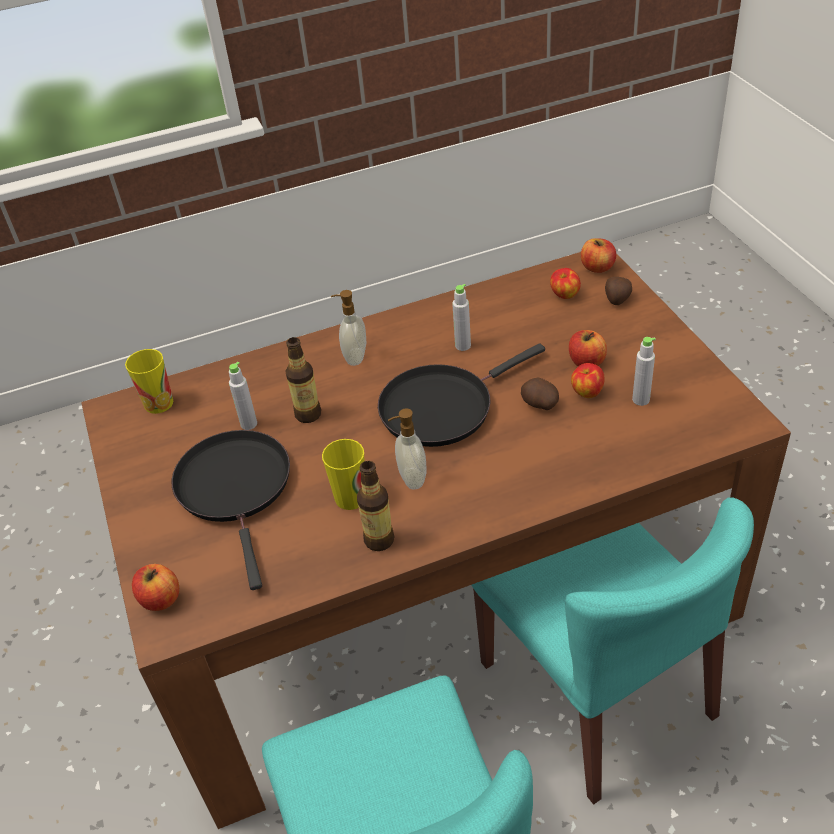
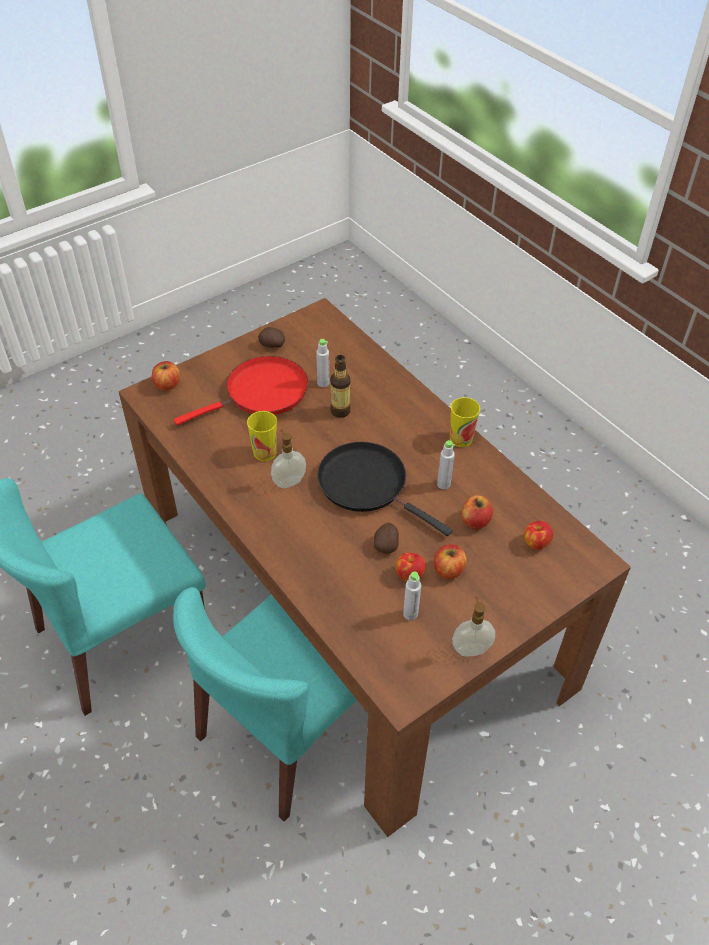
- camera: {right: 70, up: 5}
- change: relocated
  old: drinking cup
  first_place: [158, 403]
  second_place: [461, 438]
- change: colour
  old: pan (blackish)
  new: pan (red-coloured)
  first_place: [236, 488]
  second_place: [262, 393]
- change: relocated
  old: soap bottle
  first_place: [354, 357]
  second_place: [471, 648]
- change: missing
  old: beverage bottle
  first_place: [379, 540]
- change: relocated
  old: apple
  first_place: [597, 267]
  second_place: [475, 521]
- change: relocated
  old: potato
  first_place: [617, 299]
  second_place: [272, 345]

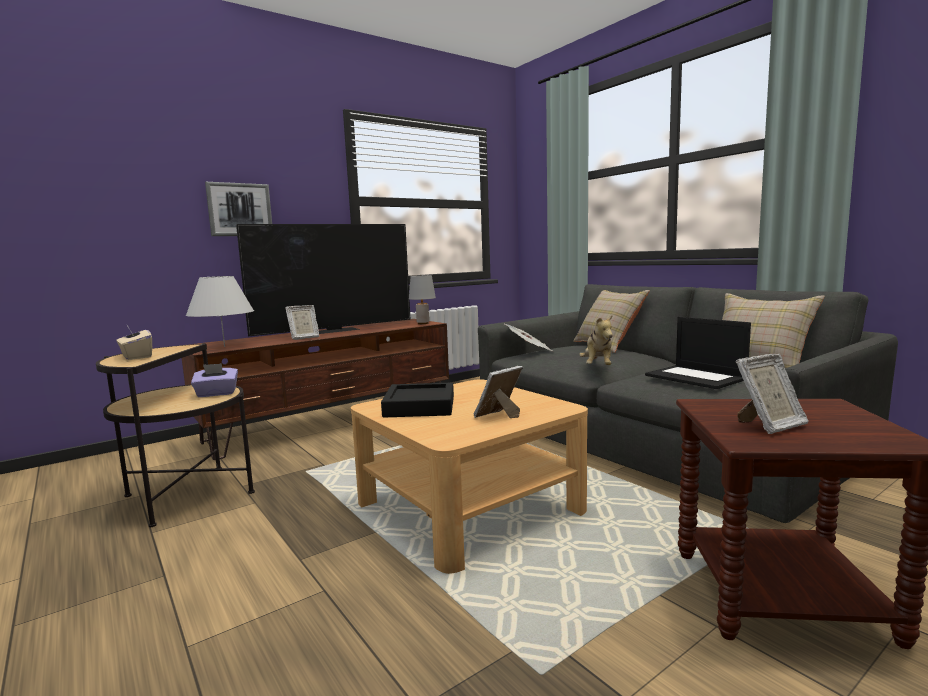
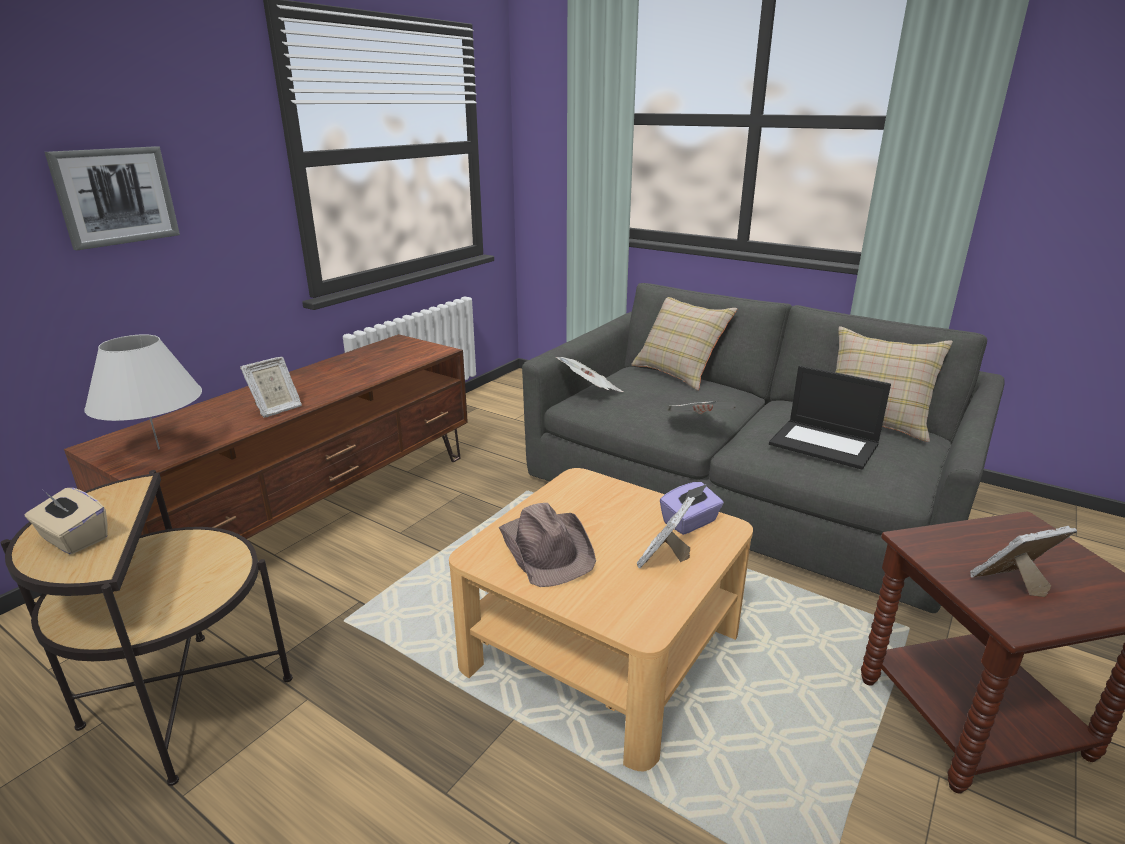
- camera: {right: -20, up: 15}
- change: relocated
  old: tissue holder (purple)
  first_place: [216, 394]
  second_place: [690, 522]
- change: missing
  old: TV set
  first_place: [335, 330]
- change: exchanged
  old: serving tray (blackish)
  new: wearable hat (brown)
  first_place: [419, 407]
  second_place: [547, 549]
- change: missing
  old: table lamp (grey)
  first_place: [423, 323]
- change: exchanged
  old: cuddly toy
  new: newspaper
  first_place: [597, 367]
  second_place: [698, 425]
- change: spun
  old: photo frame
  first_place: [769, 426]
  second_place: [1010, 584]
  degrees: -150

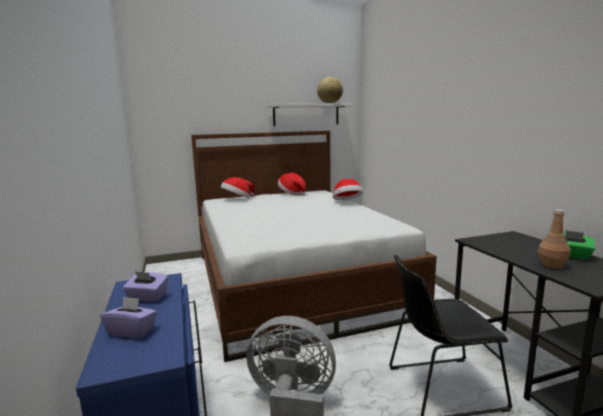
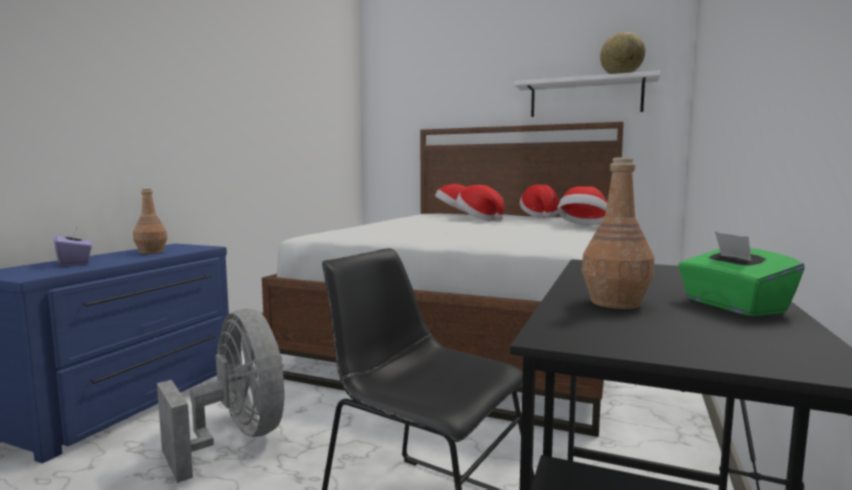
- camera: {right: 40, up: -5}
- change: exchanged
  old: tissue holder (purple)
  new: beverage bottle (brown)
  first_place: [147, 297]
  second_place: [151, 252]
- change: appeared
  new: wearable hat
  second_place: [479, 219]

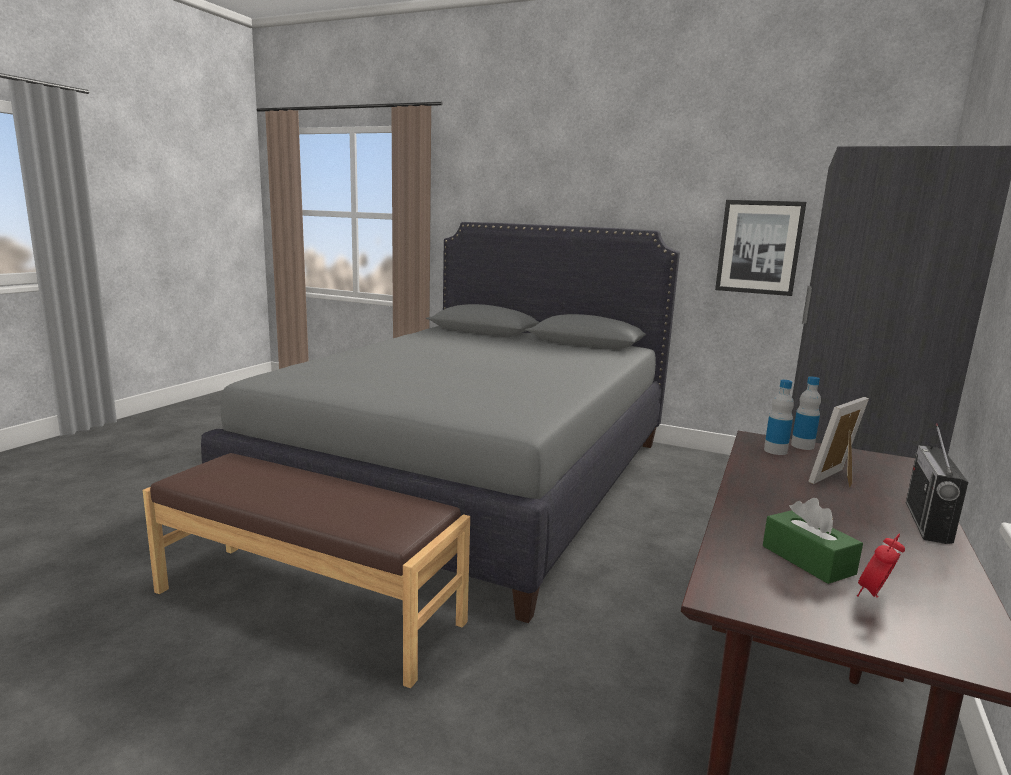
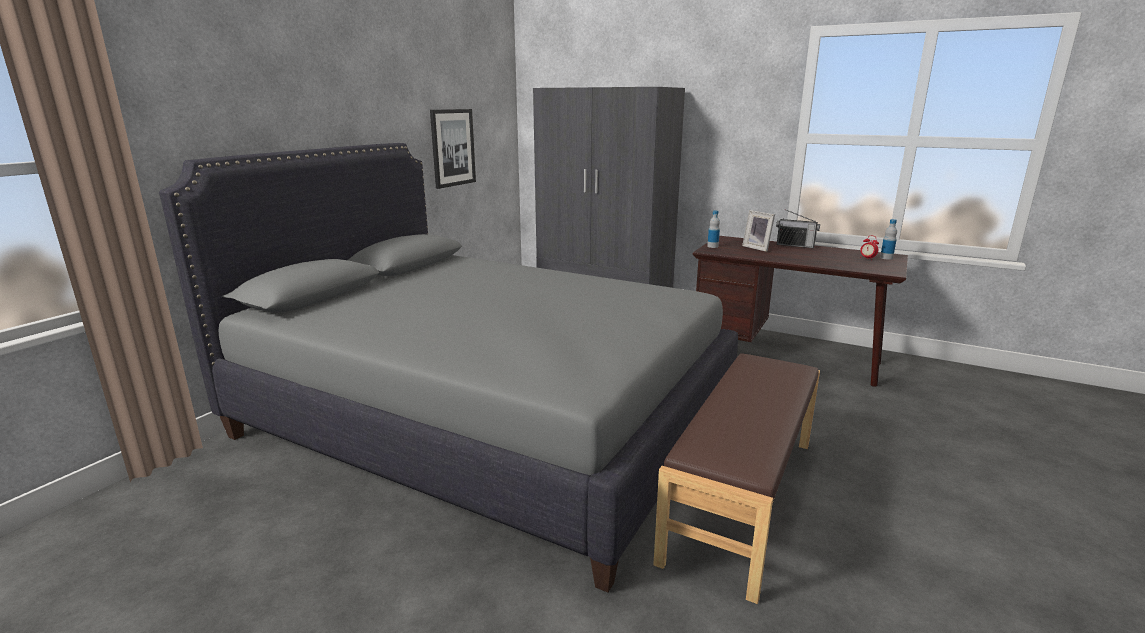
- camera: {right: -85, up: 5}
- change: missing
  old: tissue holder (green)
  first_place: [807, 560]
- change: relocated
  old: beverage bottle
  first_place: [775, 451]
  second_place: [886, 258]

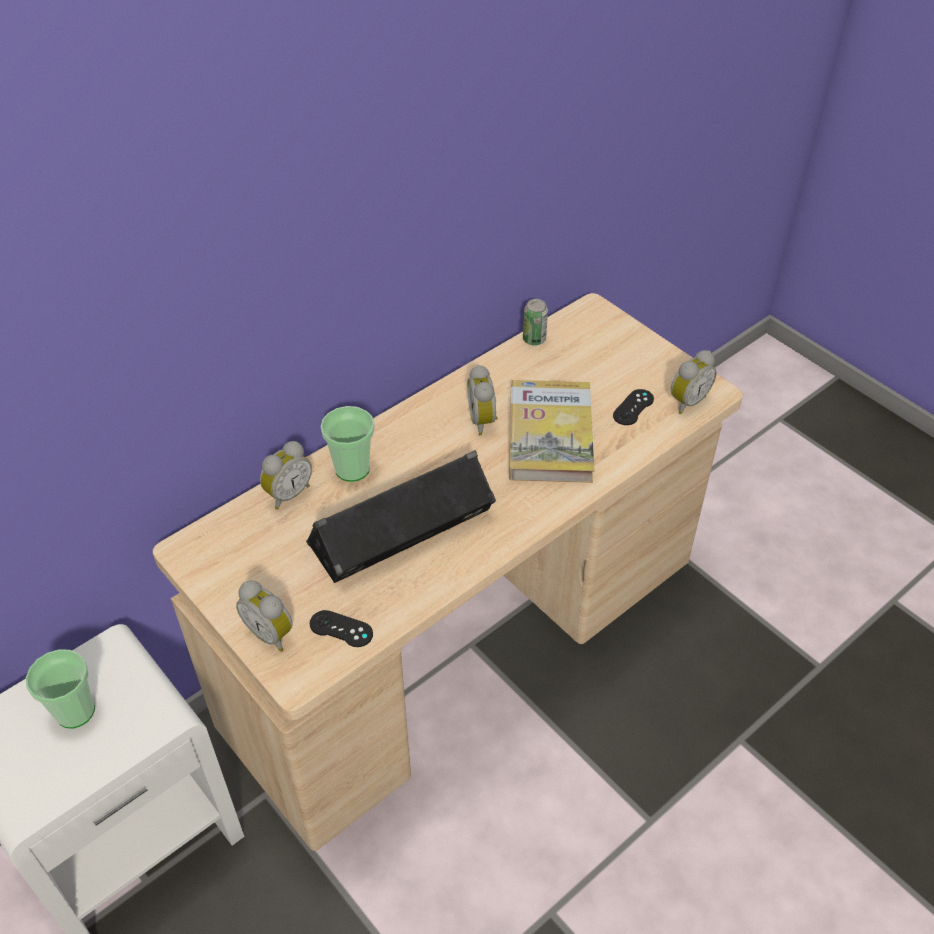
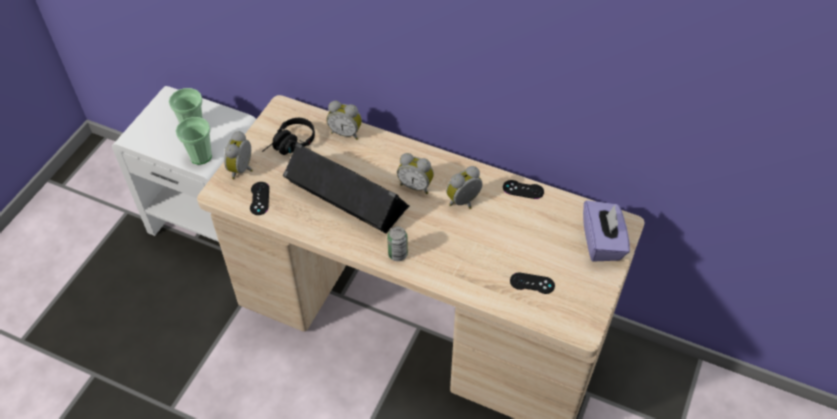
- camera: {right: 65, up: 5}
- change: relocated
  old: drinking cup
  first_place: [352, 469]
  second_place: [200, 156]
- change: missing
  old: book
  first_place: [550, 435]
- change: relocated
  old: metal can
  first_place: [534, 339]
  second_place: [397, 254]
- change: relocated
  old: bedside clock
  first_place: [686, 401]
  second_place: [416, 185]
- change: appeared
  new: headset (blackish)
  second_place: [290, 145]
- change: appeared
  new: joypad (blackish)
  second_place: [523, 189]
- change: appeared
  new: tissue holder (purple)
  second_place: [602, 242]

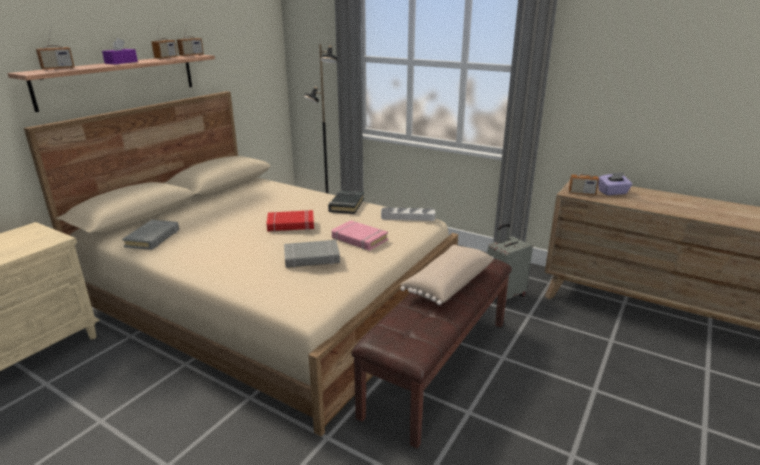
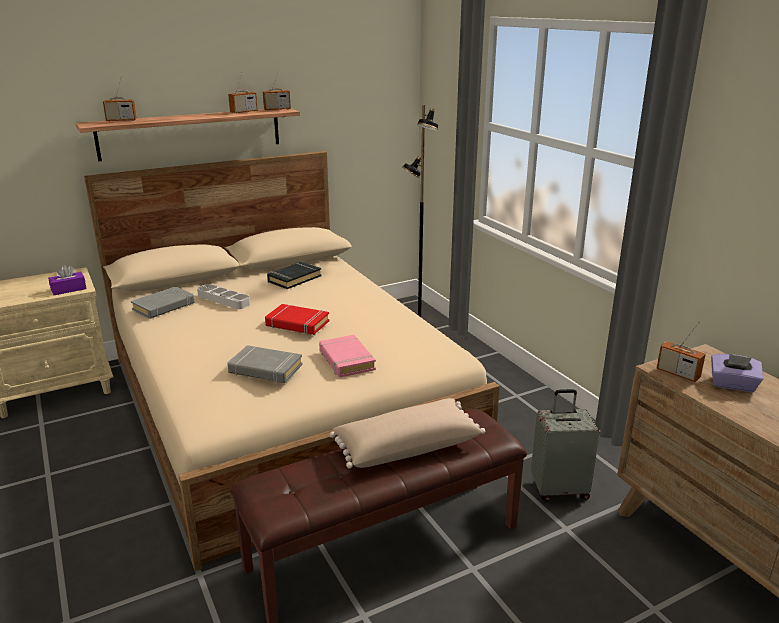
- camera: {right: 30, up: 0}
- change: relocated
  old: tissue holder (purple)
  first_place: [121, 62]
  second_place: [68, 289]
- change: relocated
  old: book (blackish)
  first_place: [346, 205]
  second_place: [294, 279]
- change: relocated
  old: serving tray (grey)
  first_place: [408, 217]
  second_place: [223, 300]

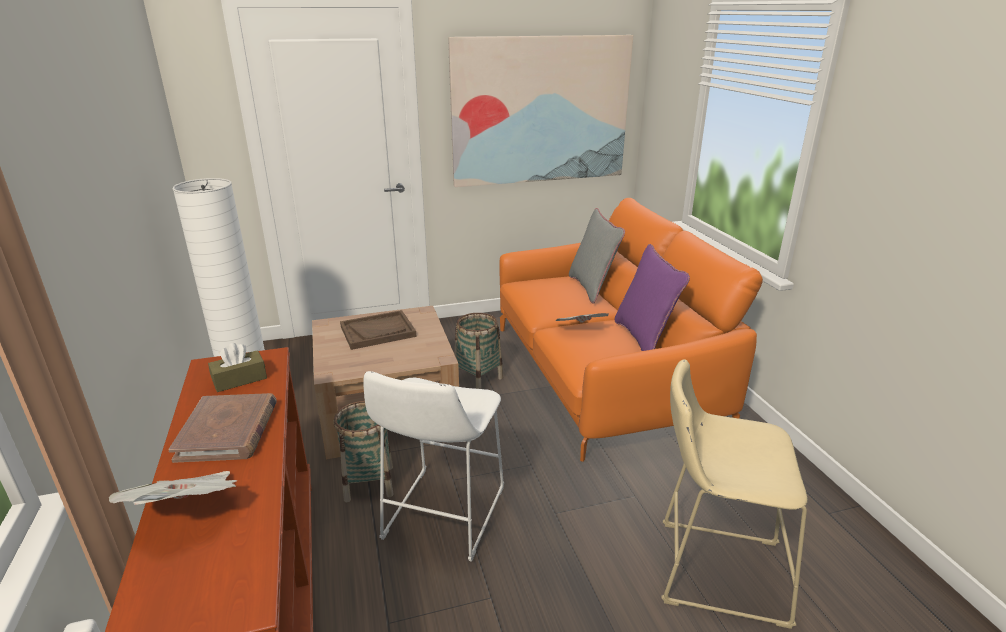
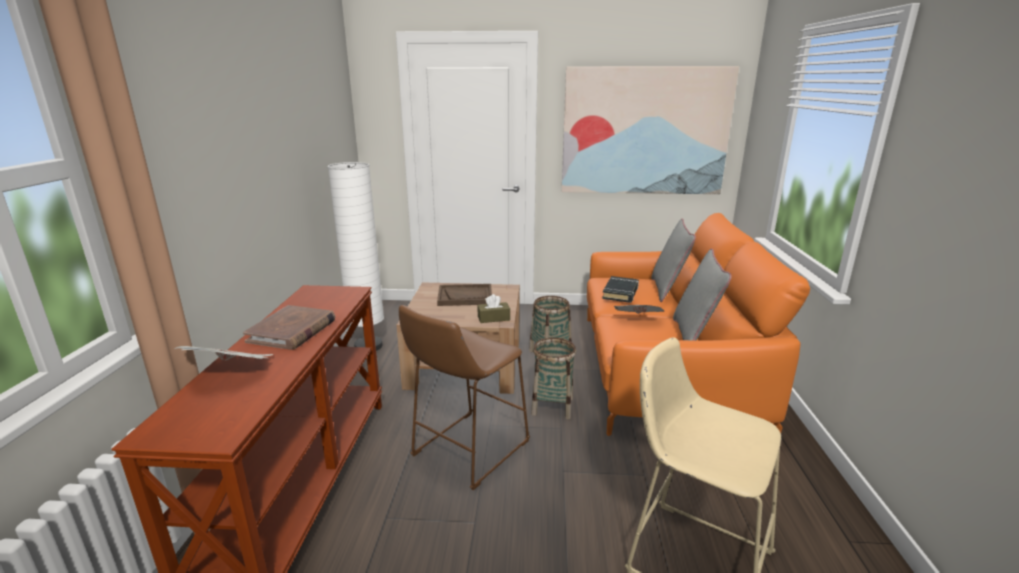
- camera: {right: 20, up: -5}
- change: relocated
  old: tissue holder (brown)
  first_place: [239, 379]
  second_place: [493, 318]
- change: relocated
  old: storage basket
  first_place: [369, 483]
  second_place: [552, 406]
- change: colour
  old: stool (white-coloured)
  new: stool (brown)
  first_place: [441, 517]
  second_place: [466, 451]
- change: colour
  old: cushion (purple)
  new: cushion (grey)
  first_place: [644, 338]
  second_place: [693, 336]
- change: appeared
  new: book (blackish)
  second_place: [620, 293]

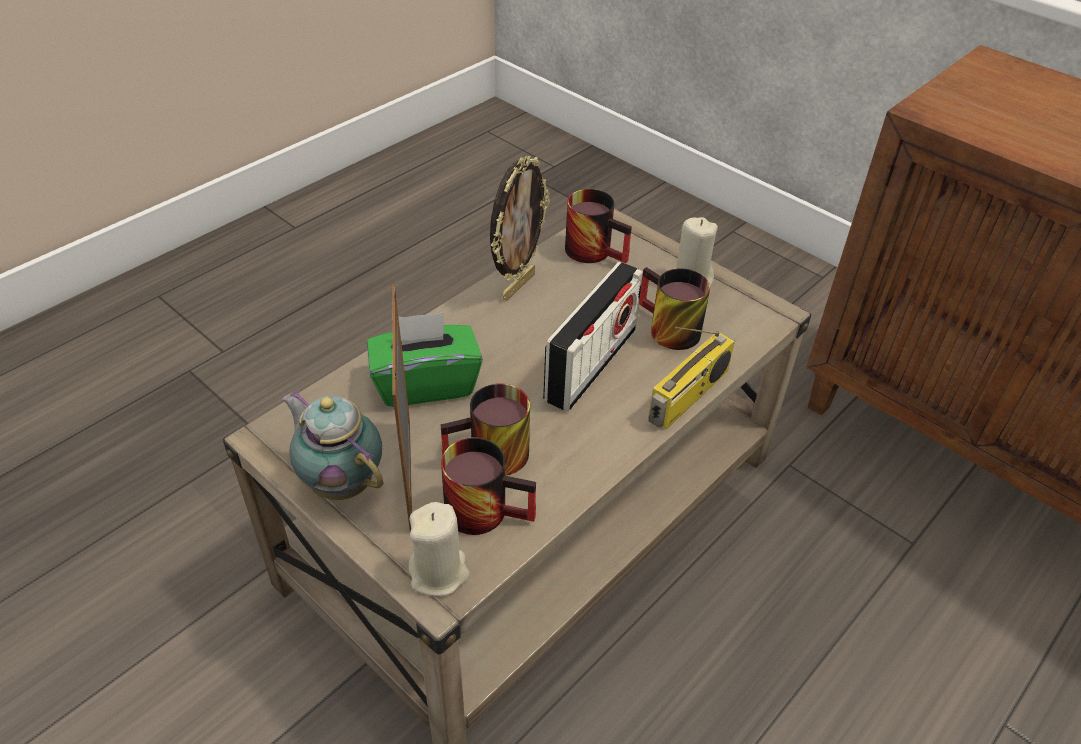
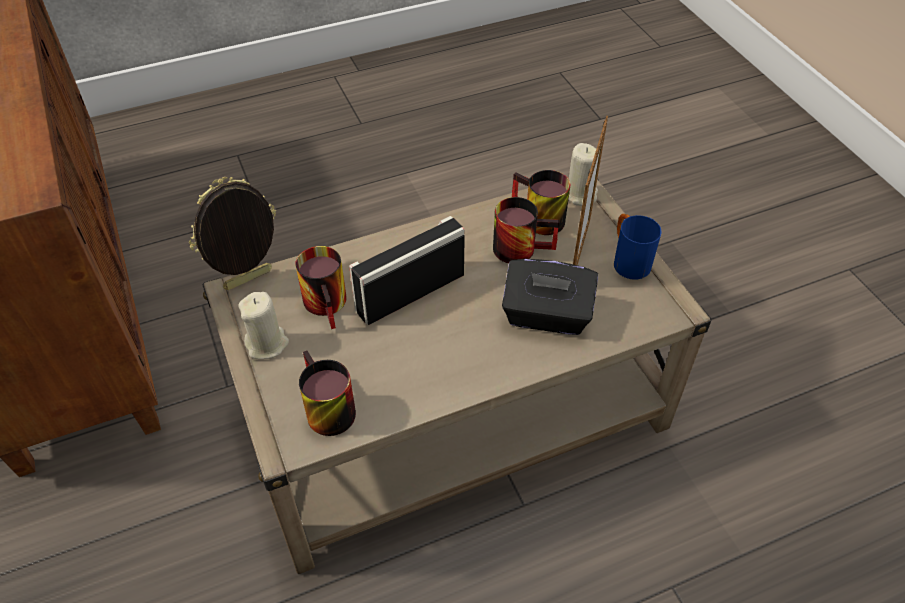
- camera: {right: -155, up: 5}
- change: exchanged
  old: pot for tea
  new: mug (blue)
  first_place: [341, 481]
  second_place: [627, 261]
- change: colour
  old: tissue holder (green)
  new: tissue holder (blackish)
  first_place: [426, 383]
  second_place: [546, 316]
- change: relocated
  old: photo frame
  first_place: [517, 285]
  second_place: [249, 281]
- change: missing
  old: radio set
  first_place: [688, 397]

